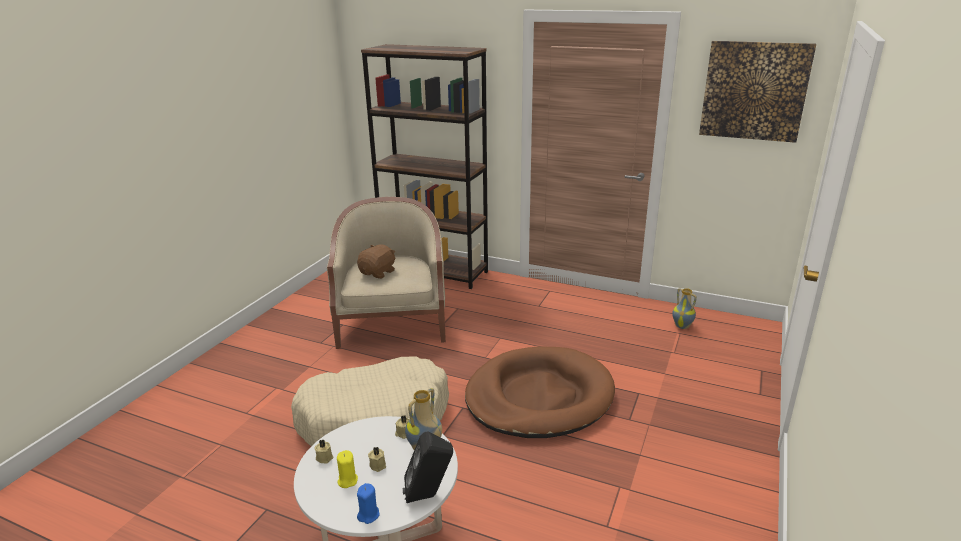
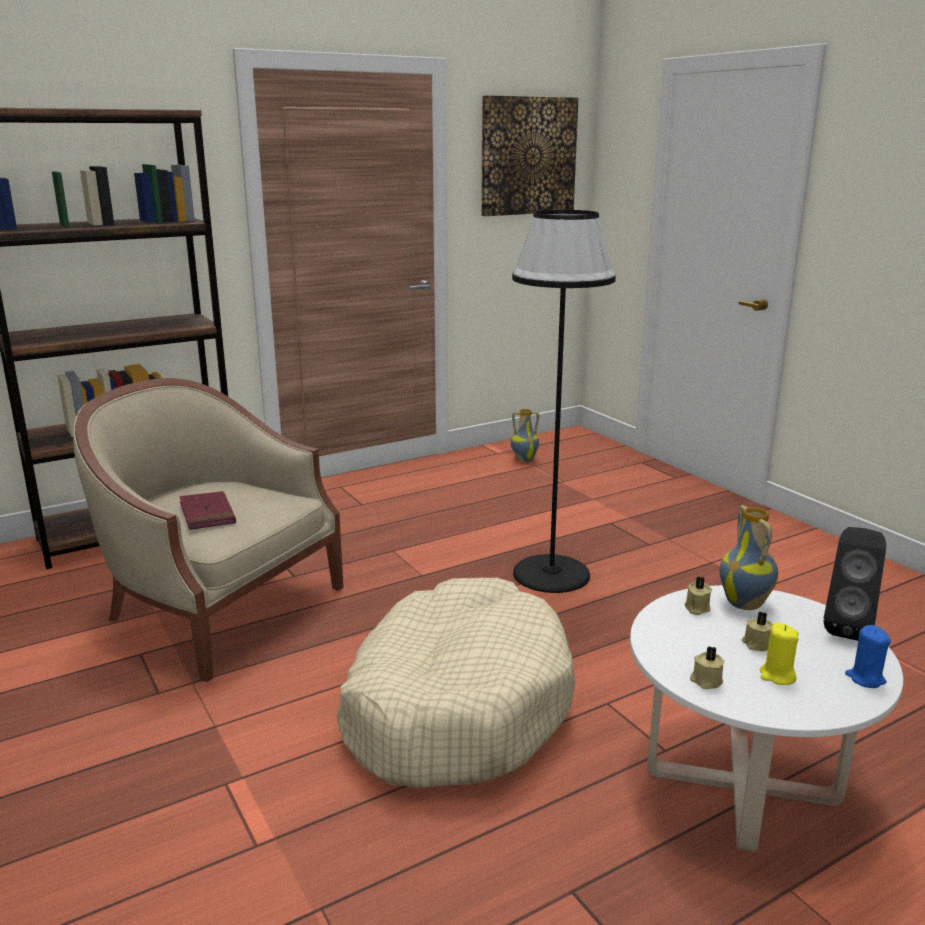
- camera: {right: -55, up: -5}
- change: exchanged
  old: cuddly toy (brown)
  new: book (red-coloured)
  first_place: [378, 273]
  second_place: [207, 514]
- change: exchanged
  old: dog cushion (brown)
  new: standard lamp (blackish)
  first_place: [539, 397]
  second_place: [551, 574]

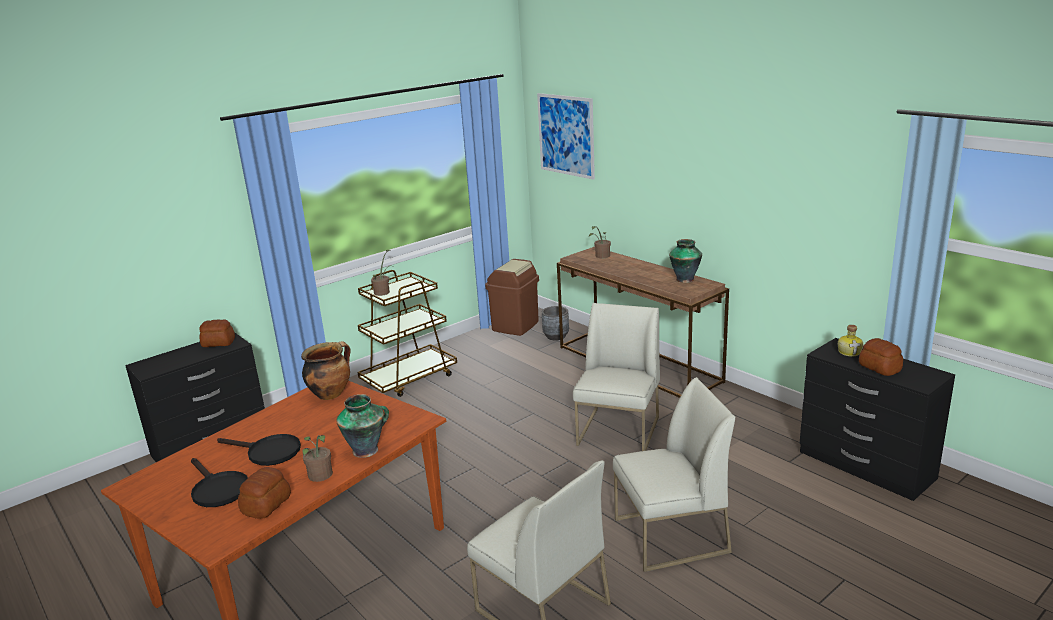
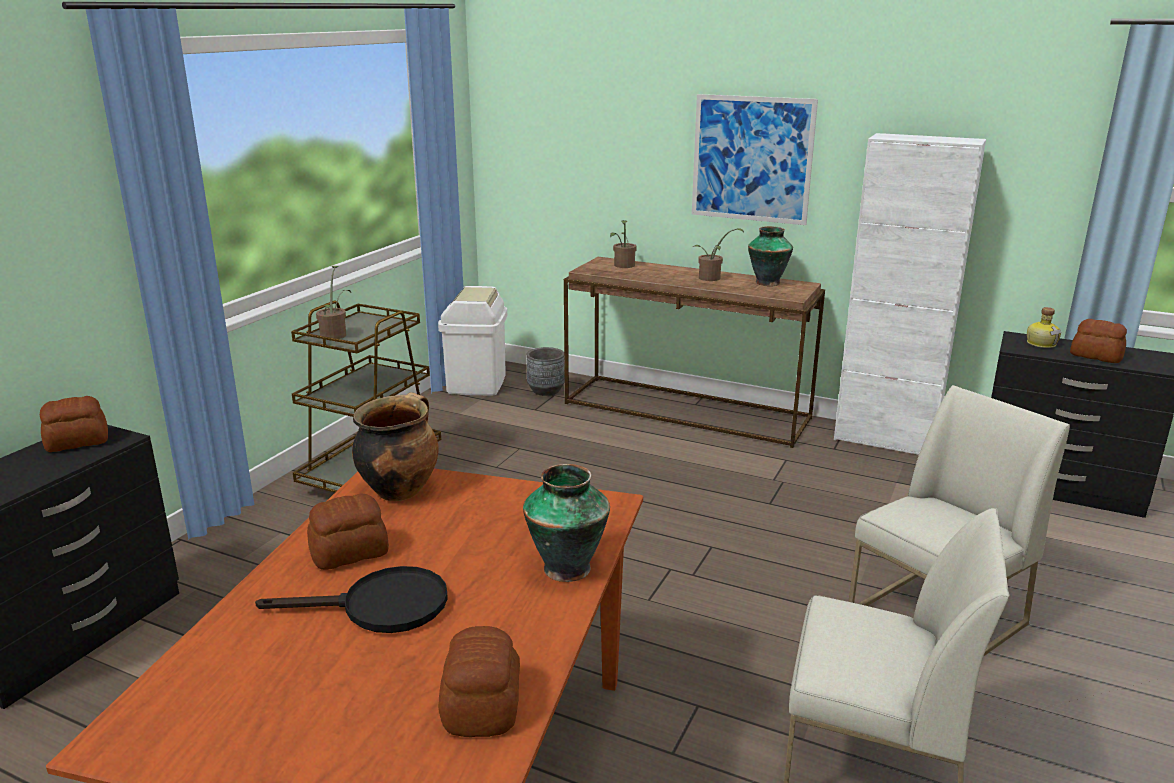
- camera: {right: -25, up: 0}
- change: missing
  old: pan (blackish)
  first_place: [217, 489]
- change: relocated
  old: potted plant
  first_place: [320, 476]
  second_place: [712, 278]
- change: colour
  old: waste bin (brown)
  new: waste bin (white-coloured)
  first_place: [515, 326]
  second_place: [477, 384]
- change: relocated
  old: wall art
  first_place: [566, 135]
  second_place: [752, 159]
- change: missing
  old: chair (white-coloured)
  first_place: [619, 431]
- change: appeared
  new: bread
  second_place: [350, 552]
- change: appeared
  new: storage cabinet (white-coloured)
  second_place: [885, 440]

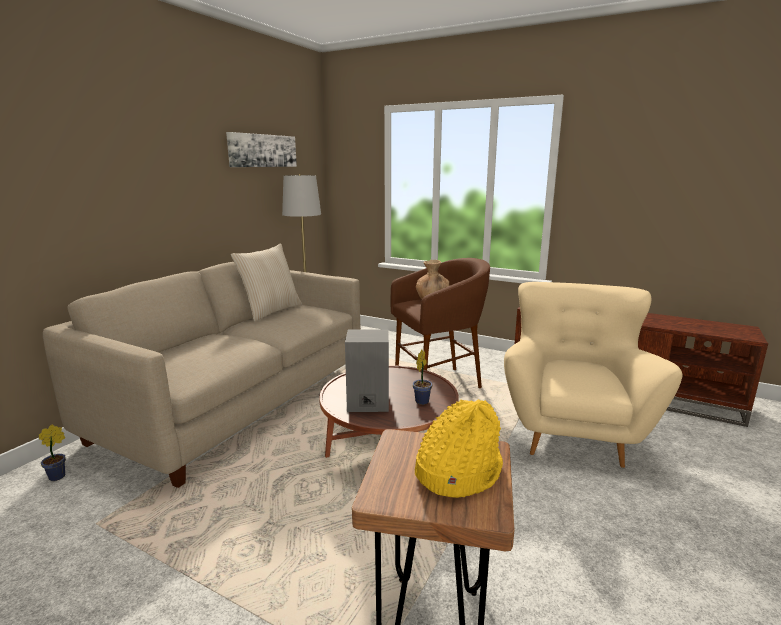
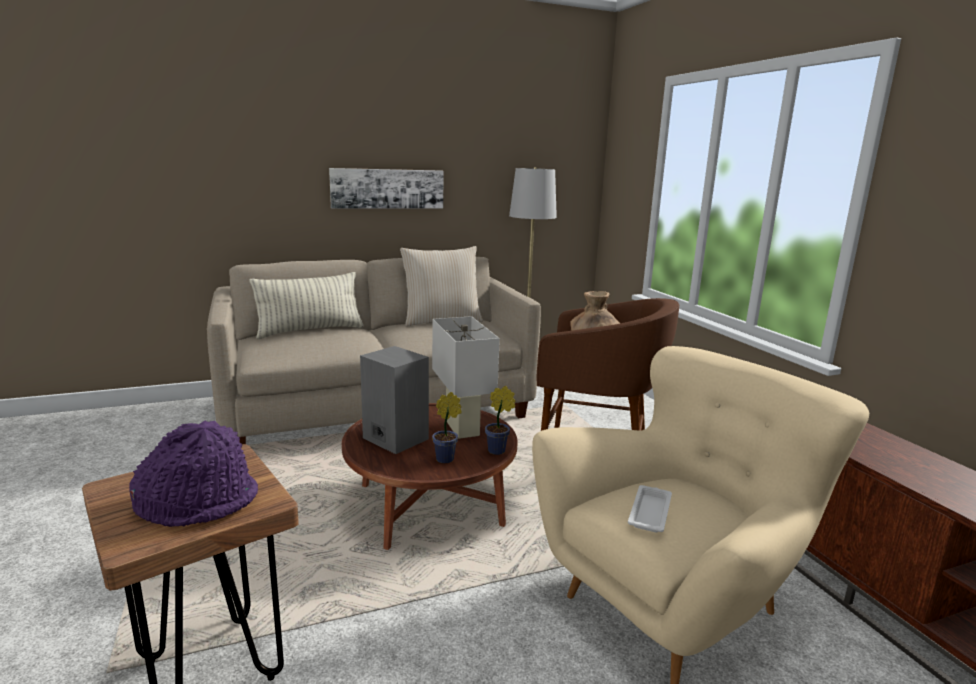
- camera: {right: 40, up: 0}
- change: relocated
  old: potted plant
  first_place: [59, 476]
  second_place: [499, 451]
- change: relocated
  old: wall art
  first_place: [262, 150]
  second_place: [387, 188]
- change: colour
  old: wearable hat (yellow-coloured)
  new: wearable hat (purple)
  first_place: [457, 471]
  second_place: [199, 502]
- change: appeared
  new: cushion
  second_place: [310, 331]
- change: appeared
  new: table lamp (white-coloured)
  second_place: [462, 428]
- change: appeared
  new: serving tray (white-coloured)
  second_place: [650, 512]

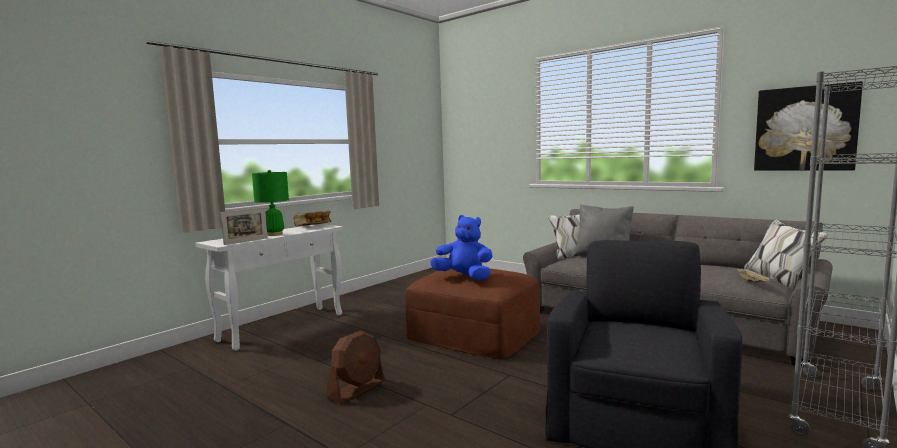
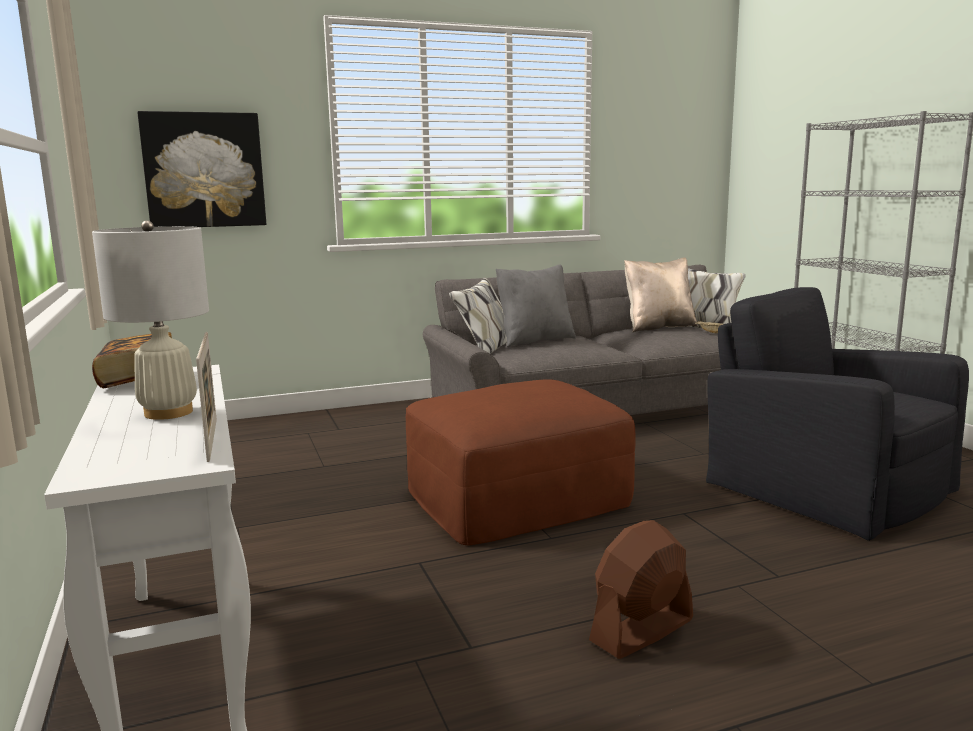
- camera: {right: -60, up: 5}
- change: colour
  old: table lamp (green)
  new: table lamp (white-coloured)
  first_place: [274, 234]
  second_place: [169, 412]
- change: spun
  old: cooling fan (brown)
  first_place: [357, 389]
  second_place: [641, 630]
  degrees: -105
- change: missing
  old: cuddly toy (blue)
  first_place: [464, 277]
- change: relocated
  old: wall art
  first_place: [805, 128]
  second_place: [204, 170]
- change: appeared
  new: cushion (beige)
  second_place: [658, 327]

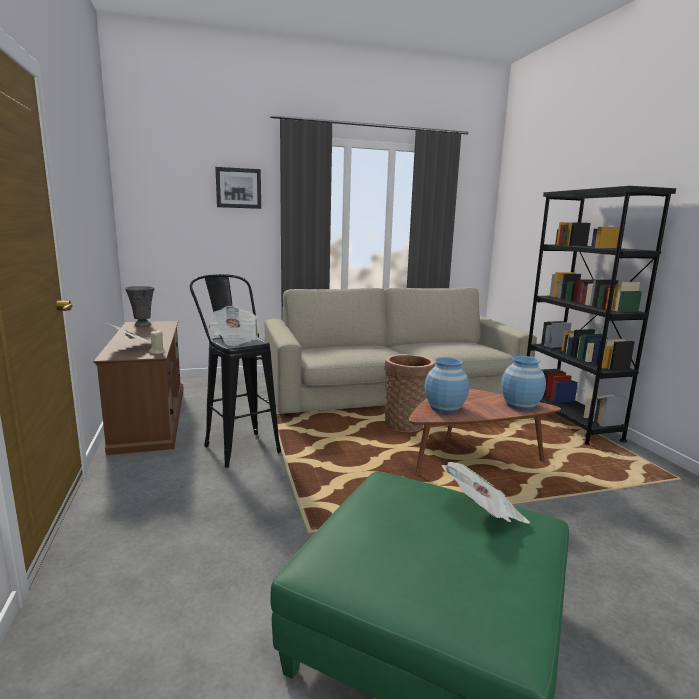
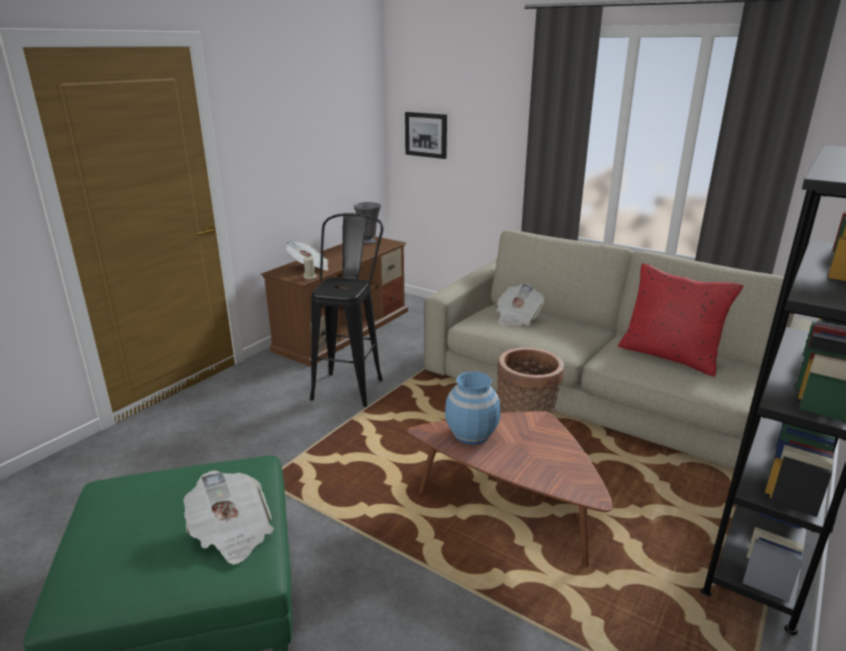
- camera: {right: 50, up: 10}
- change: relocated
  old: newspaper
  first_place: [235, 339]
  second_place: [517, 318]
- change: relocated
  old: wall art
  first_place: [238, 188]
  second_place: [426, 135]
- change: missing
  old: flower vase (blue)
  first_place: [520, 405]
- change: appeared
  new: cushion (red-coloured)
  second_place: [669, 356]

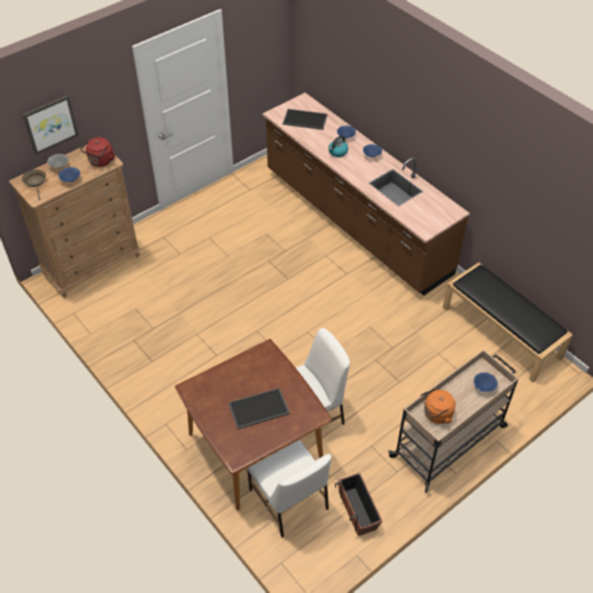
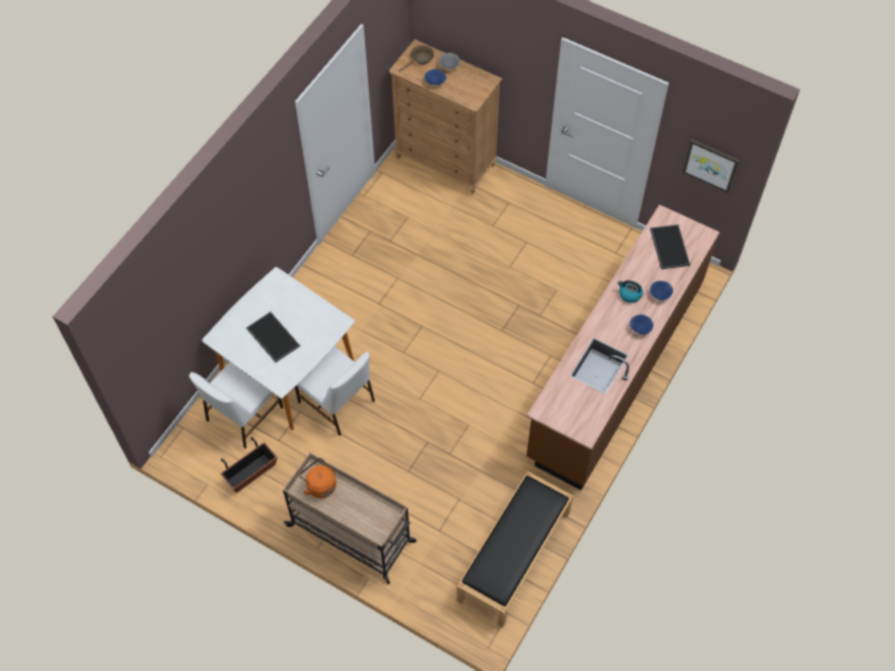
- camera: {right: 70, up: 10}
- change: relocated
  old: wall art
  first_place: [50, 124]
  second_place: [710, 165]
- change: missing
  old: water kettle (red-coloured)
  first_place: [100, 162]
- change: colour
  old: kitchen table (brown)
  new: kitchen table (white-coloured)
  first_place: [255, 448]
  second_place: [287, 371]
- change: missing
  old: bowl (blue)
  first_place: [483, 387]

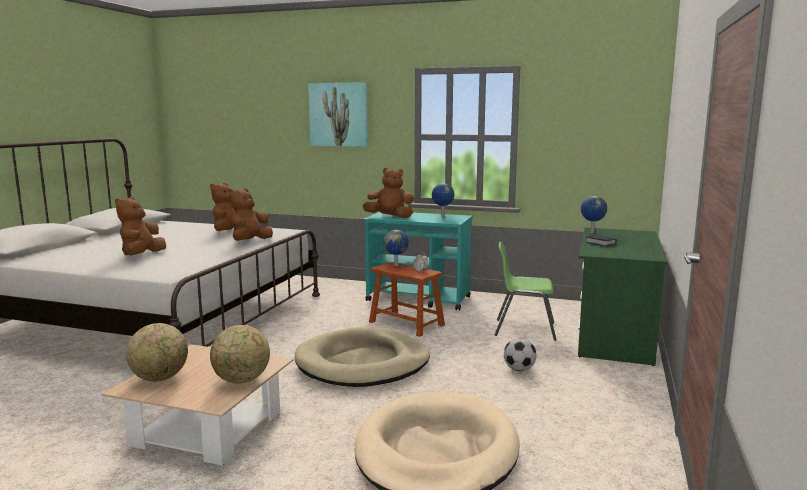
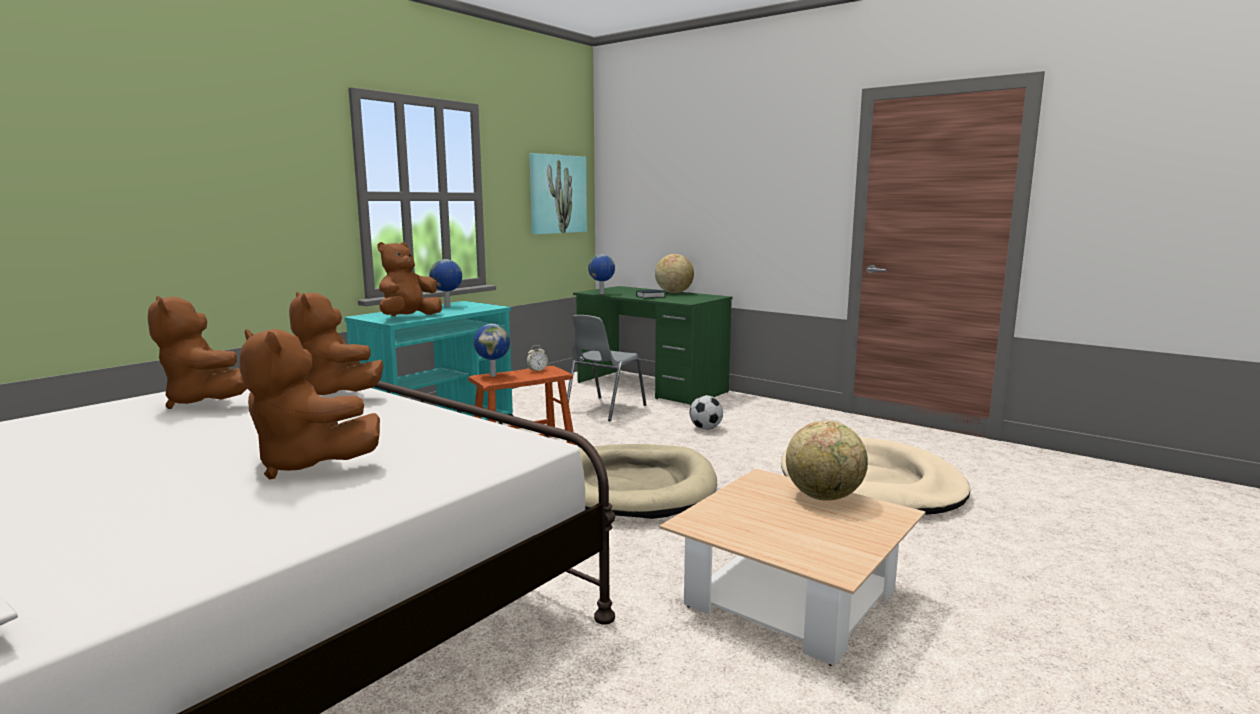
- camera: {right: -70, up: 0}
- change: relocated
  old: globe
  first_place: [160, 378]
  second_place: [674, 292]
- change: relocated
  old: wall art
  first_place: [338, 114]
  second_place: [558, 194]
- change: colour
  old: chair (green)
  new: chair (grey)
  first_place: [523, 329]
  second_place: [604, 409]

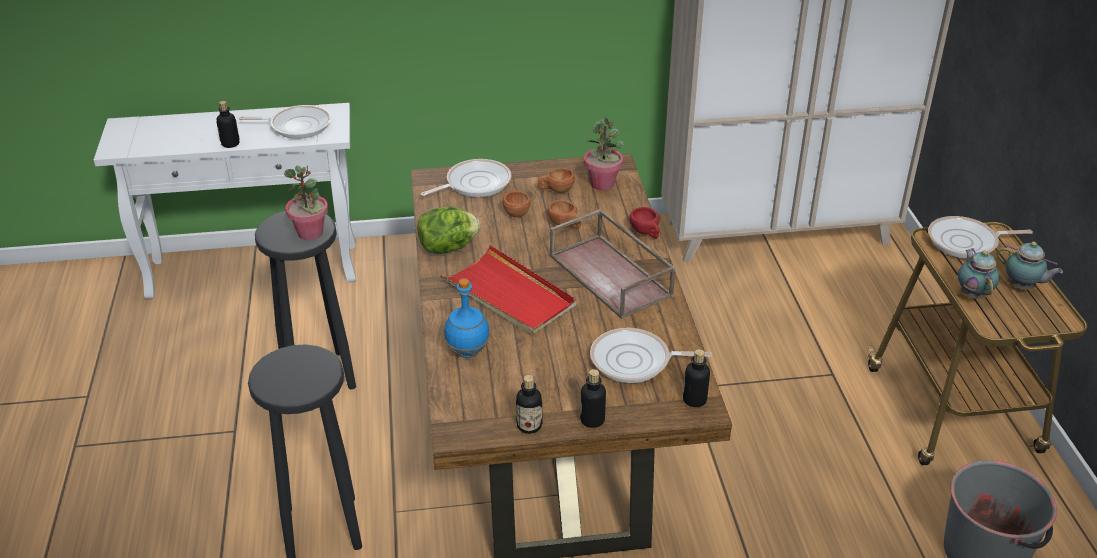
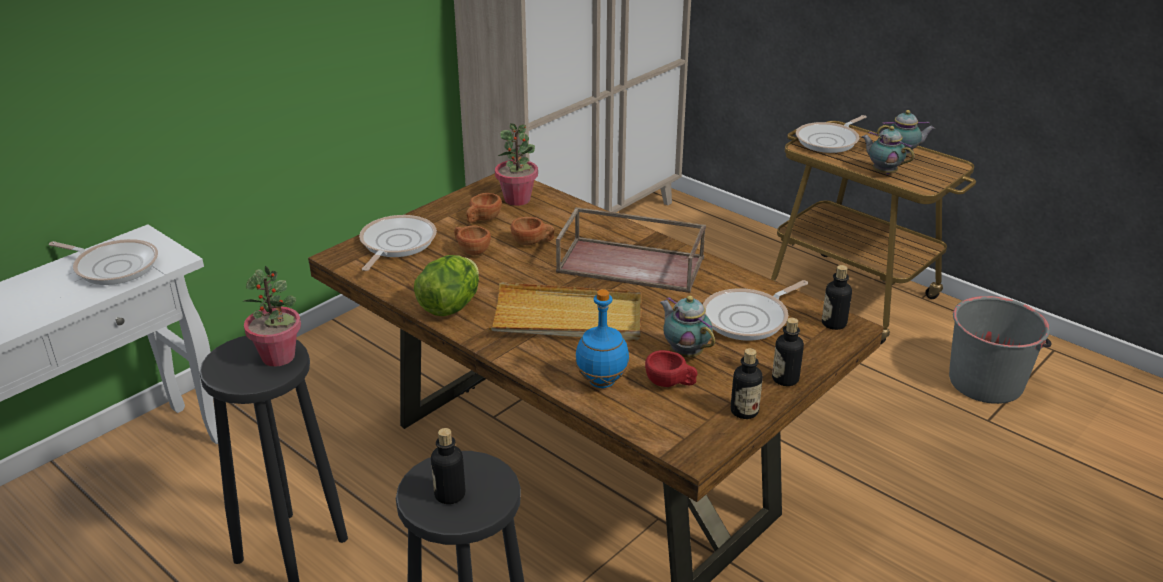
- camera: {right: -40, up: -5}
- change: relocated
  old: beverage bottle
  first_place: [230, 144]
  second_place: [450, 494]
- change: spun
  old: pan
  first_place: [297, 126]
  second_place: [113, 266]
  degrees: 60
- change: colour
  old: serving tray (red-coloured)
  new: serving tray (beige)
  first_place: [509, 295]
  second_place: [568, 318]
- change: relocated
  old: drinking cup (red-coloured)
  first_place: [646, 233]
  second_place: [670, 383]
- change: appeared
  new: pot for tea
  second_place: [685, 352]

